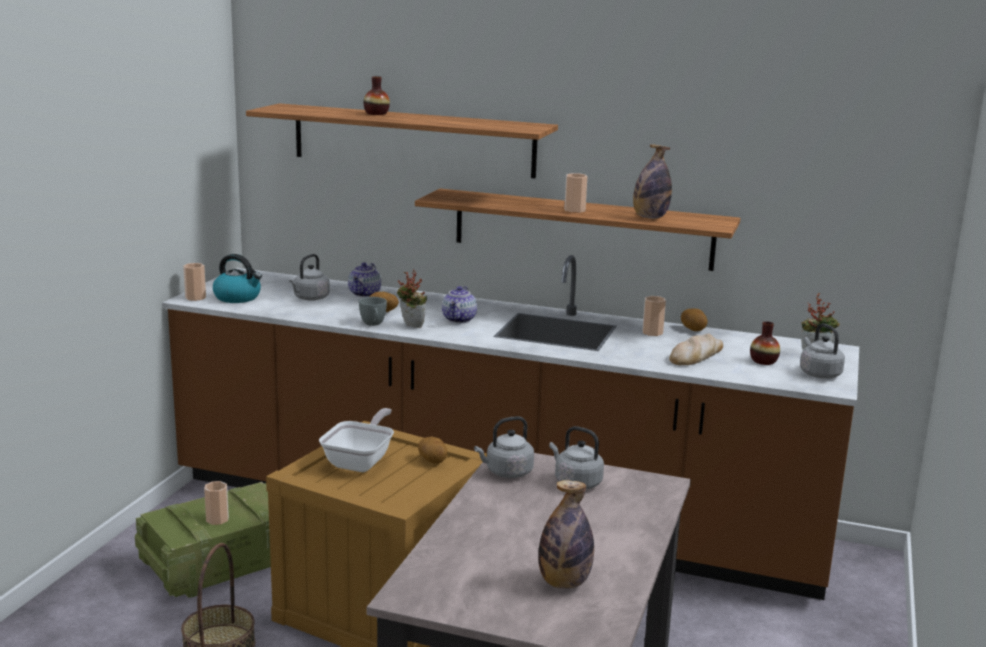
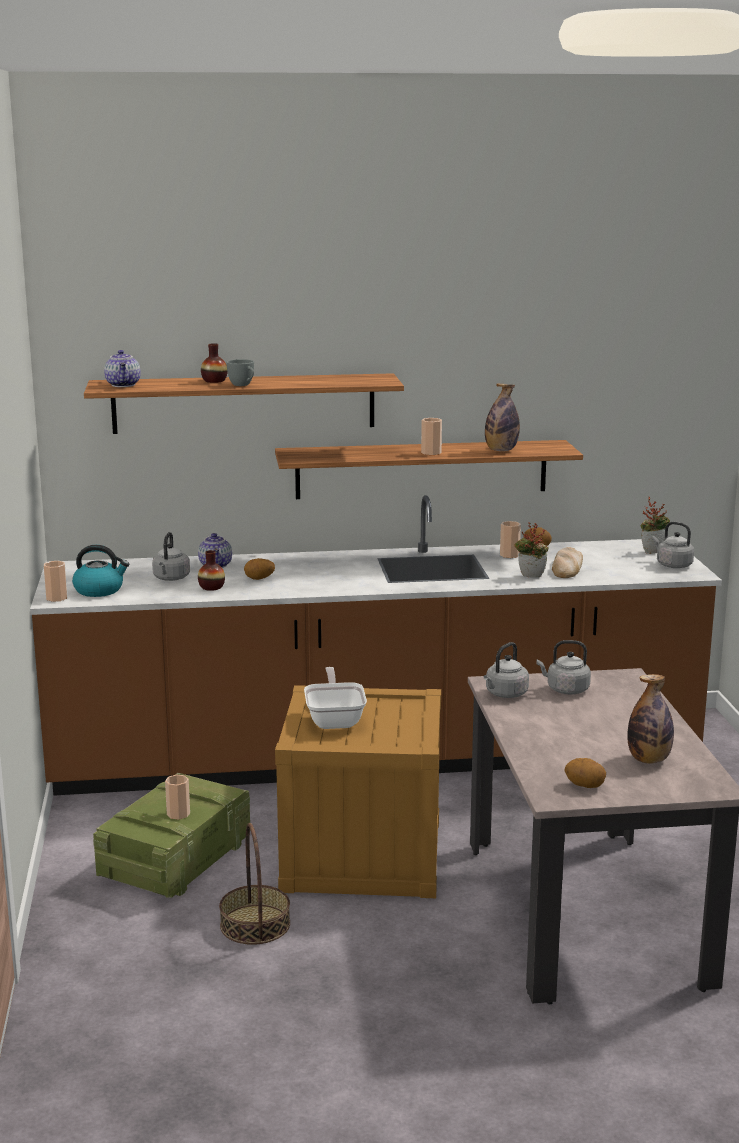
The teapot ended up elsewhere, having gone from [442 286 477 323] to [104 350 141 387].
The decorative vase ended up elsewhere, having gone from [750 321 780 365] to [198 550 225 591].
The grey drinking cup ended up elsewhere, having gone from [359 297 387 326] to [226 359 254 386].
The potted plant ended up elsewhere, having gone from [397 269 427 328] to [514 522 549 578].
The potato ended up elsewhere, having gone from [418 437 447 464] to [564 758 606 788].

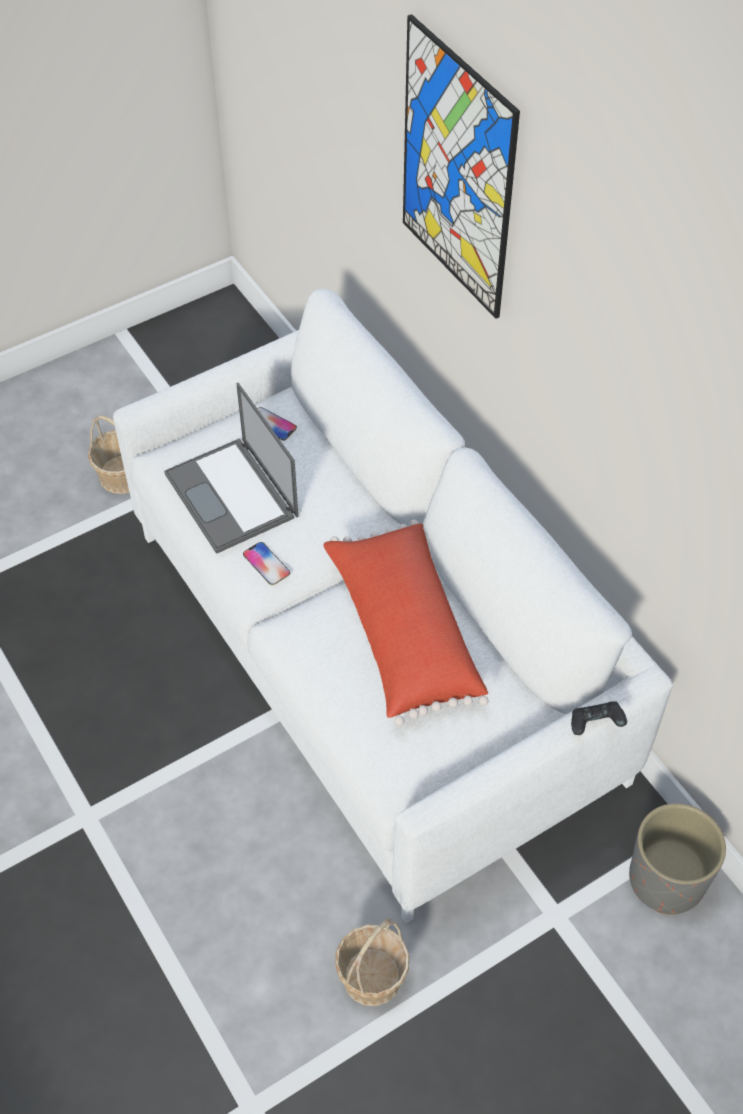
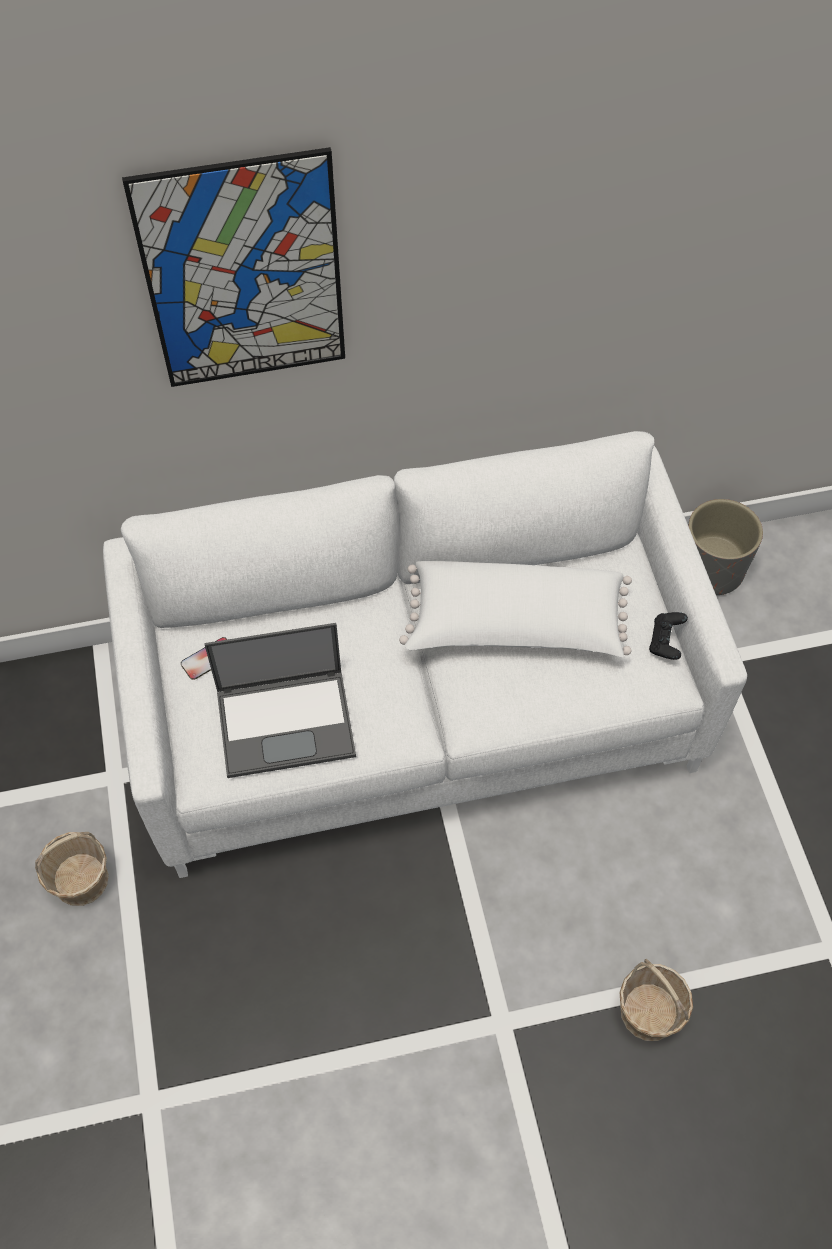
What was the red pillow at [323 519 489 726] turned into the white pillow at [399 561 632 657].
The storage basket ended up elsewhere, having gone from [335 918 409 1006] to [619 959 693 1041].
The black joypad ended up elsewhere, having gone from [571 701 627 735] to [649 612 688 660].
The second view lost the telephone at [243 542 290 585].

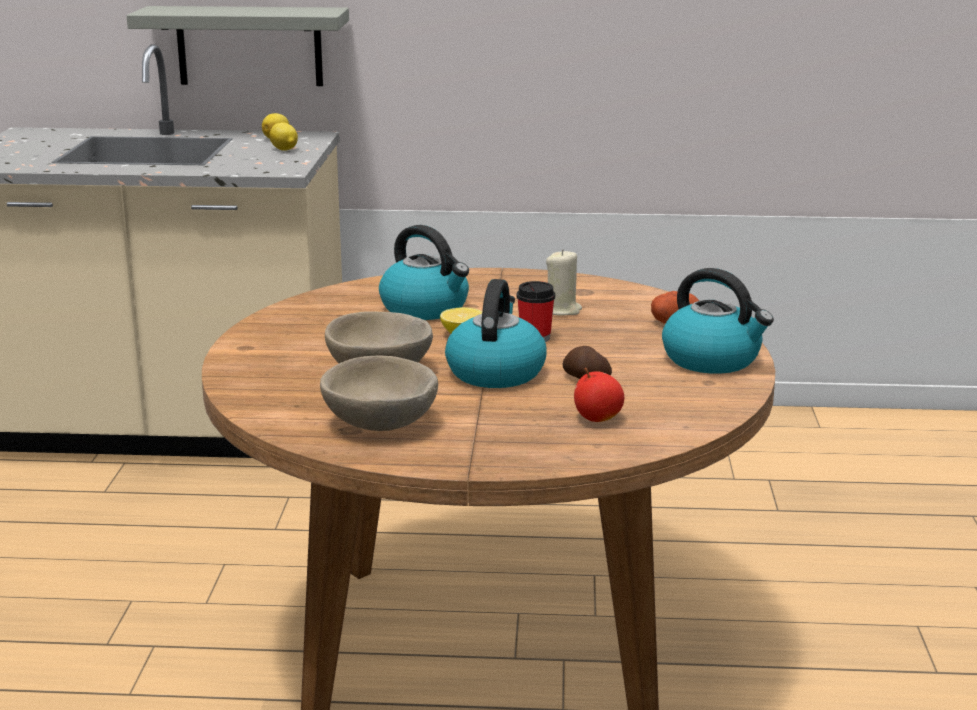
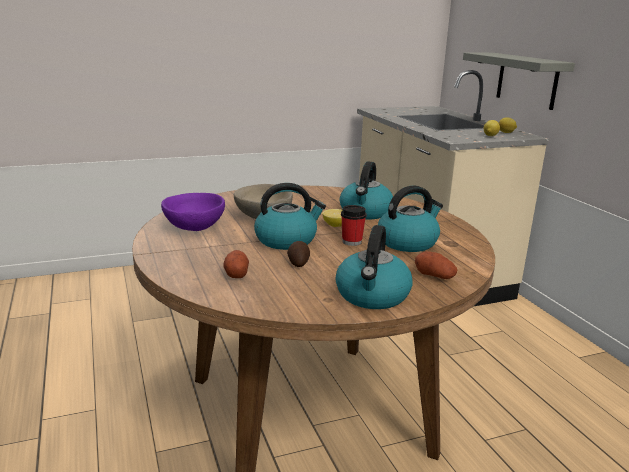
What was the beige deep dish at [320 355 438 431] turned into the purple deep dish at [161 193 225 231].
Where the apple stood at [574 368 624 422], the potato came to stand at [223 250 249 278].
Where the beige wax candle stood at [546 249 582 316], the tea kettle came to stand at [378 185 443 252].

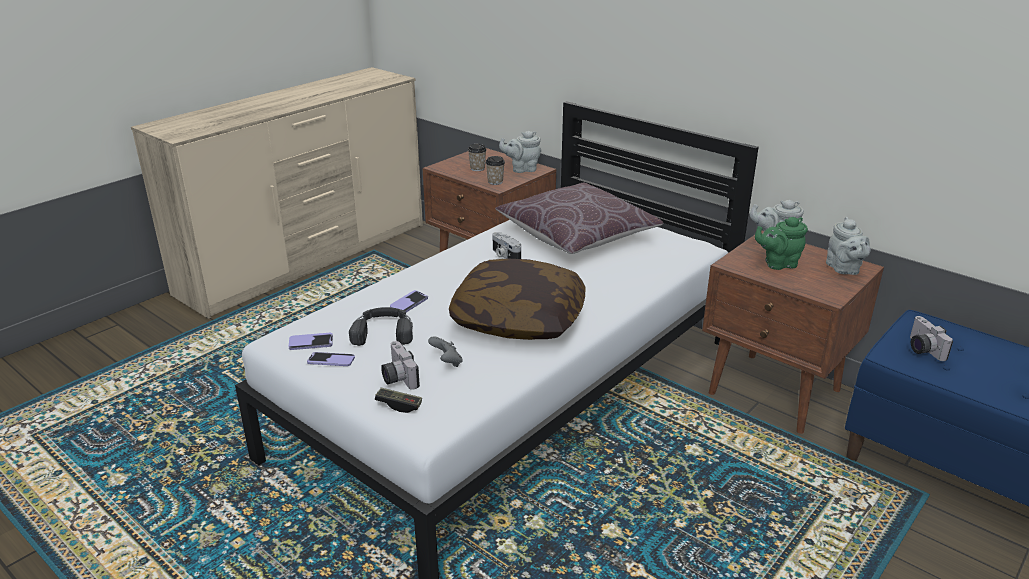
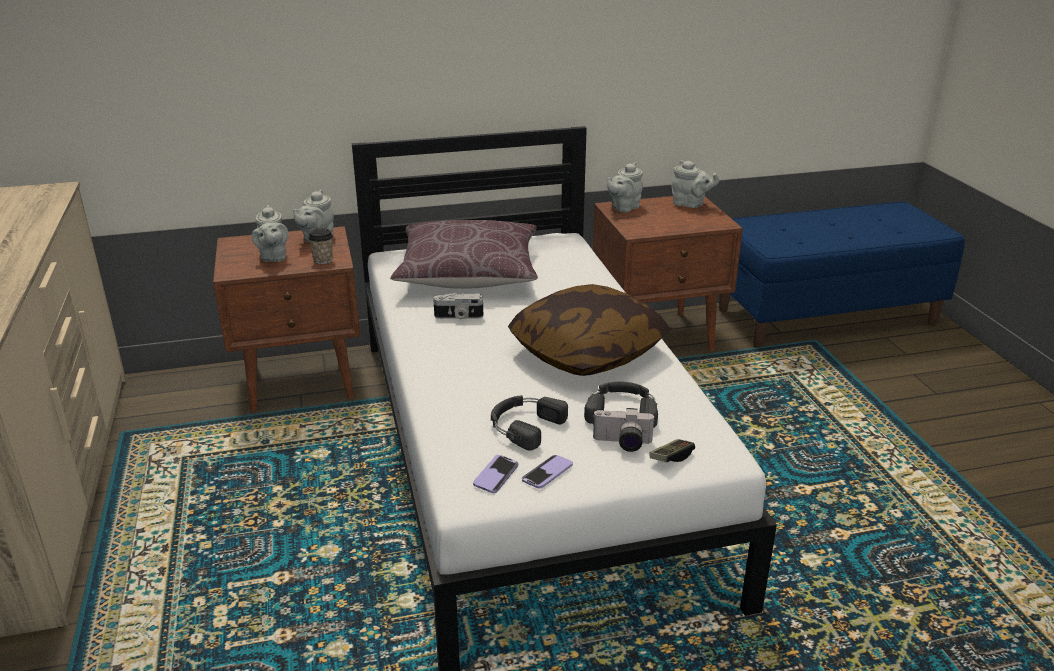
Where the drinking cup stood at [468 144 487 171], the grey teapot came to stand at [251 205 288 262].
Where the grey joypad stood at [428 336 463 367], the black headphones came to stand at [584 381 658 428].
The second view lost the telephone at [390 290 428 312].
The second view lost the greenish teapot at [755 217 808 270].
The second view lost the still camera at [910 316 953 361].

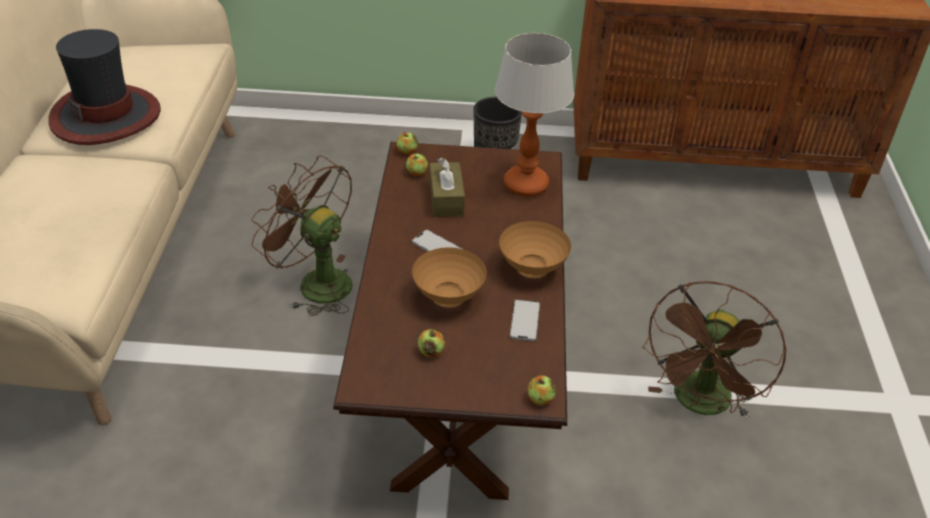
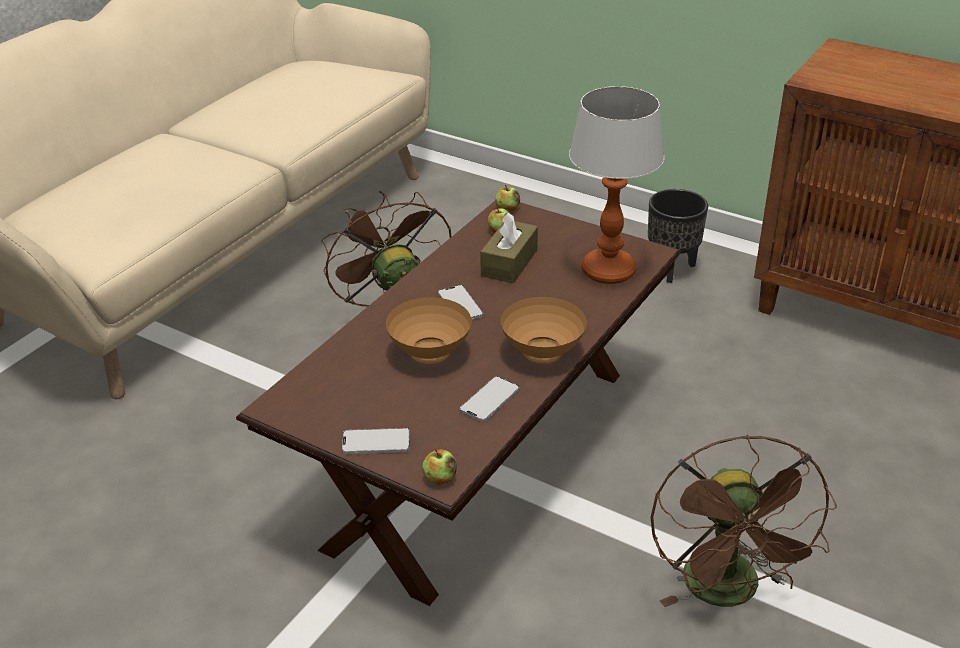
The second view gained the telephone at [342 428 410 454].
The brown-coloured electric fan at [643 281 787 418] ended up facing another way, 60 degrees counterclockwise from before.
The second view lost the clothing hat at [48 29 161 145].
The second view lost the apple at [418 329 445 358].

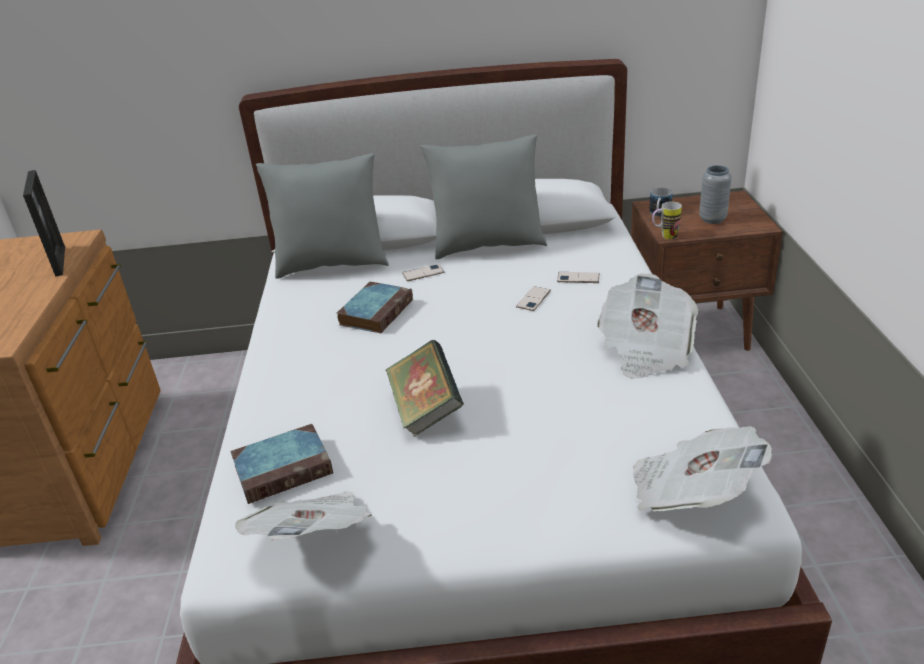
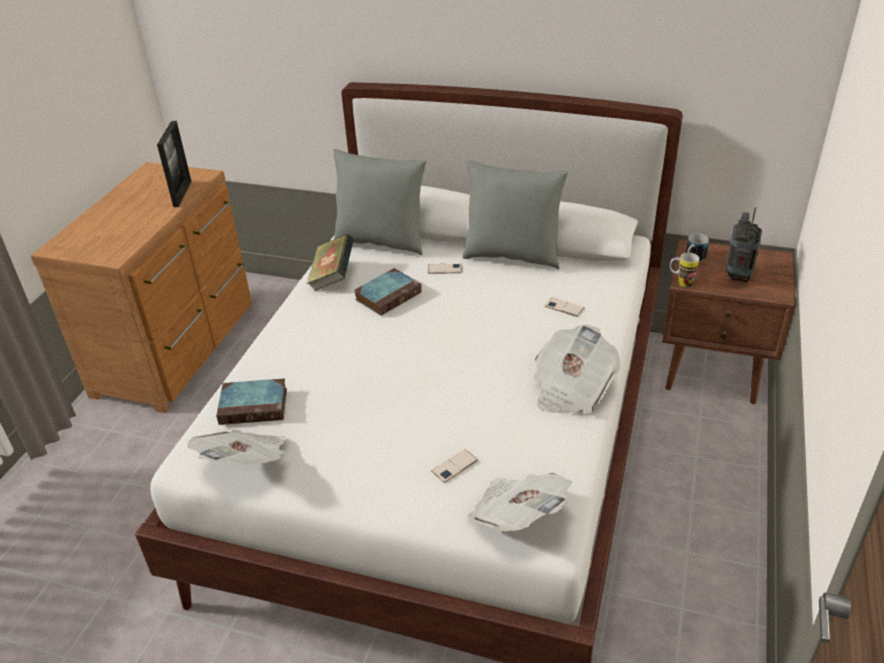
The volume ended up elsewhere, having gone from [386 340 464 437] to [307 234 354 291].
The telephone ended up elsewhere, having gone from [516 286 551 311] to [431 449 478 483].
Where the grey decorative vase stood at [699 165 732 224], the radio receiver came to stand at [726 207 762 282].

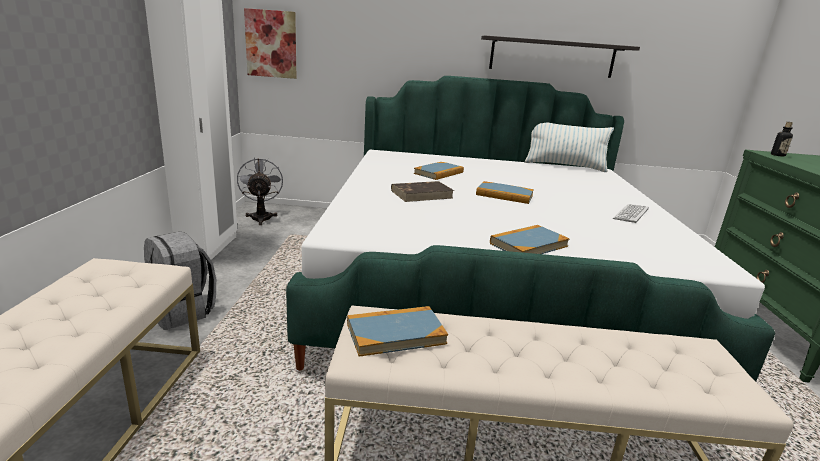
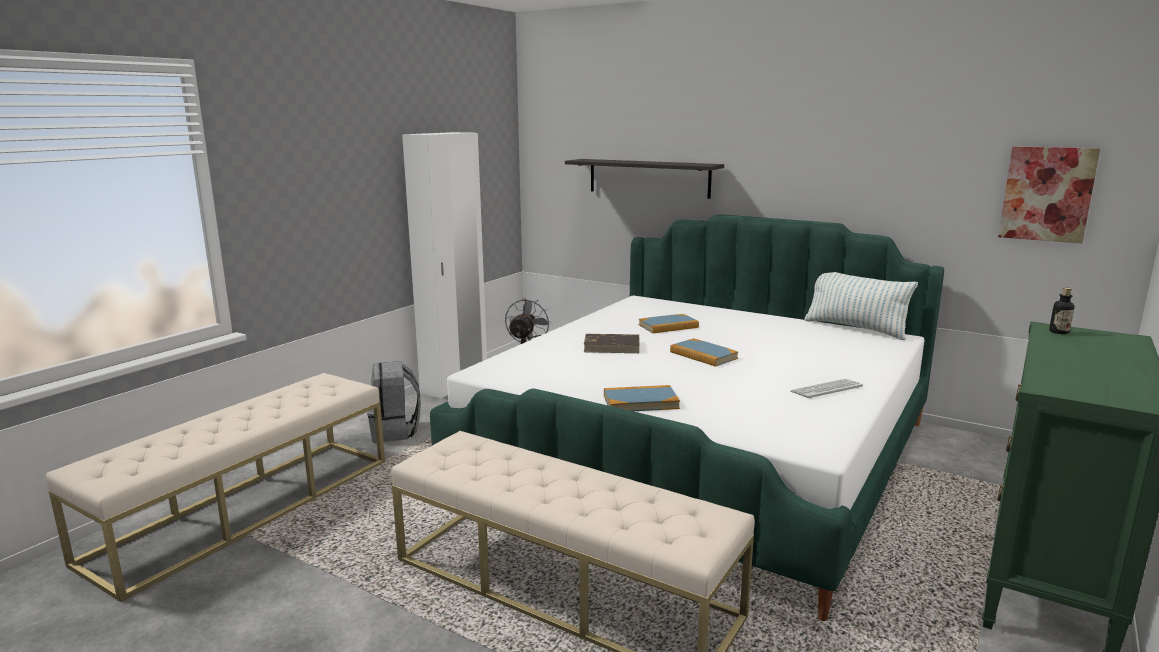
The bracket shelf ended up elsewhere, having gone from [481 35 640 78] to [565 159 724 199].
The wall picture ended up elsewhere, having gone from [244 8 296 79] to [998 146 1100 244].
The second view lost the volume at [347 306 448 357].

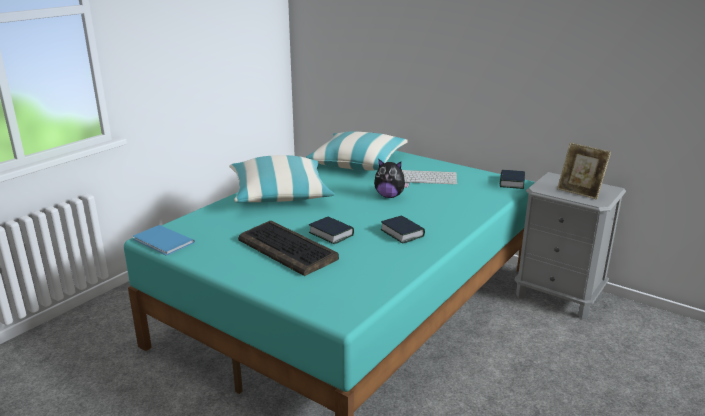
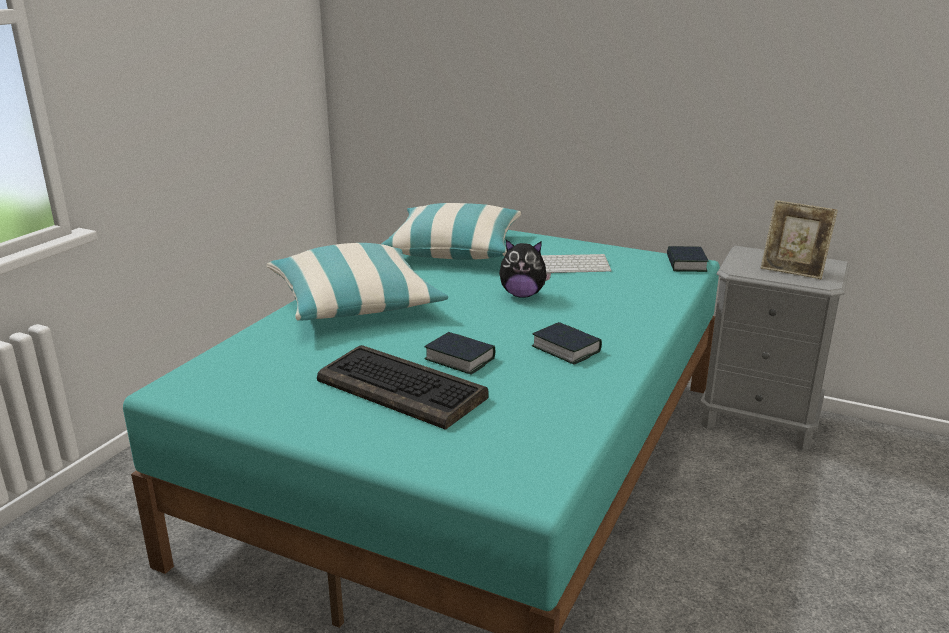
The second view lost the bluish volume at [133 225 195 256].

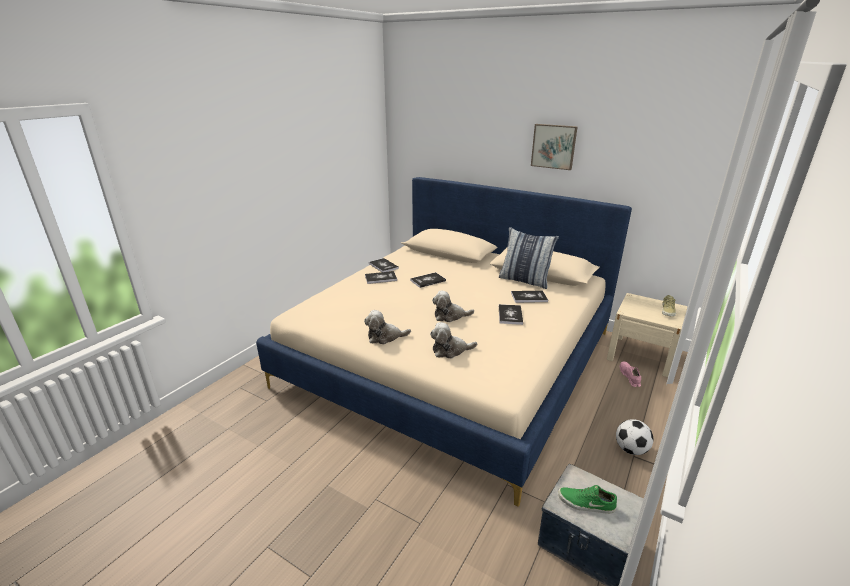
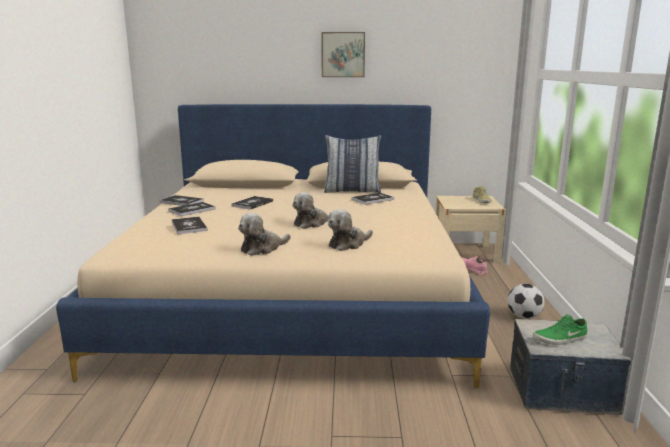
The volume ended up elsewhere, having gone from [499 304 523 325] to [171 216 207 234].

